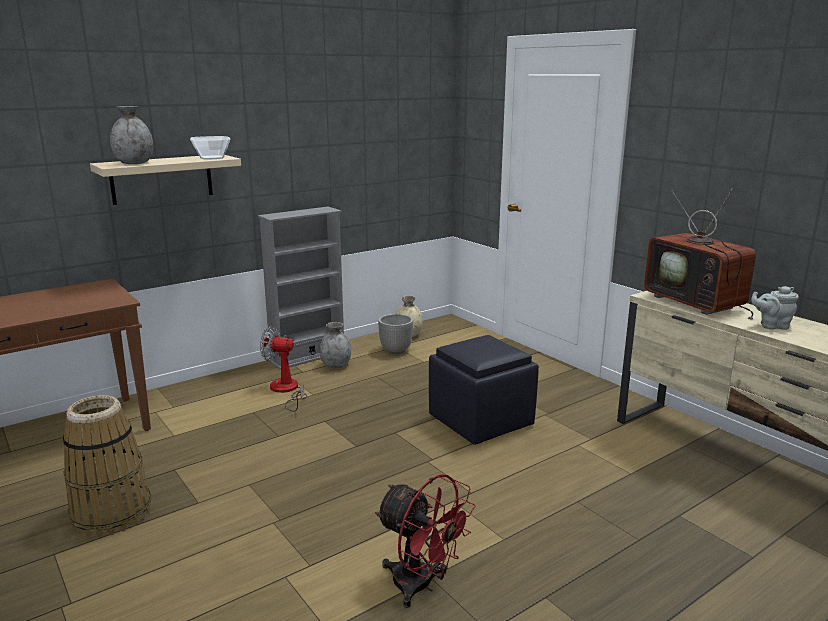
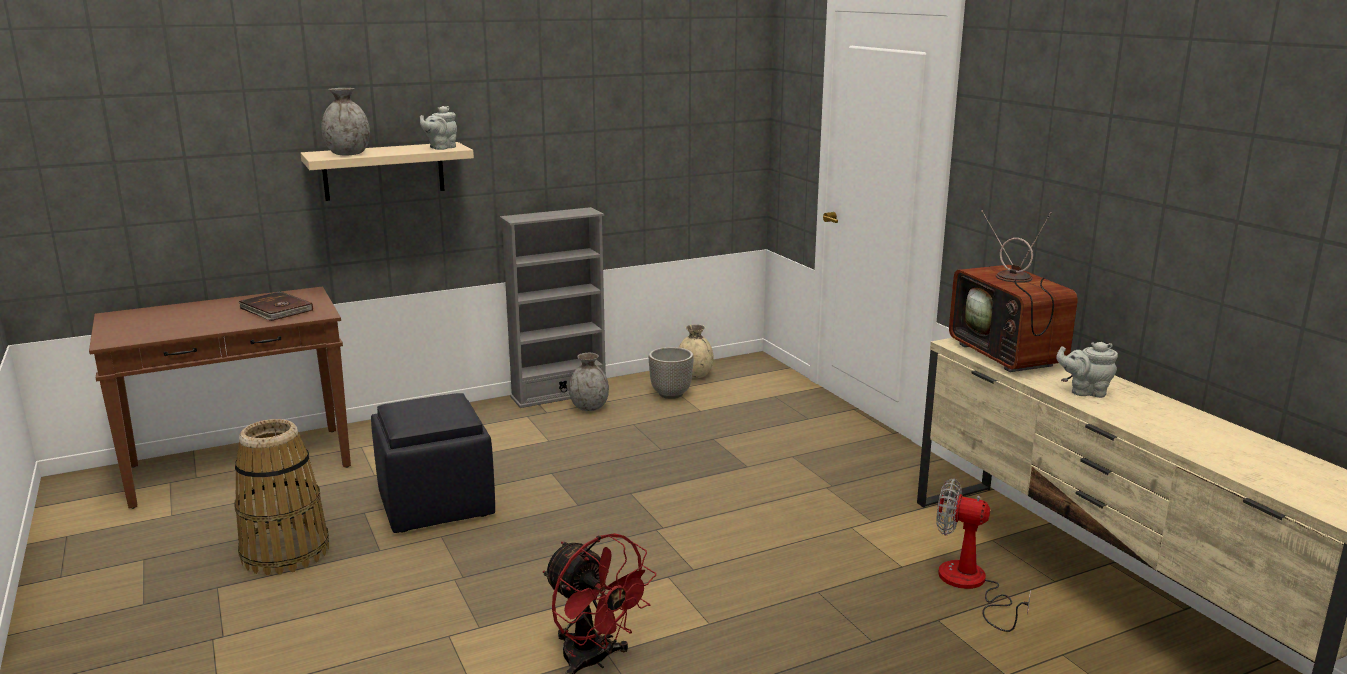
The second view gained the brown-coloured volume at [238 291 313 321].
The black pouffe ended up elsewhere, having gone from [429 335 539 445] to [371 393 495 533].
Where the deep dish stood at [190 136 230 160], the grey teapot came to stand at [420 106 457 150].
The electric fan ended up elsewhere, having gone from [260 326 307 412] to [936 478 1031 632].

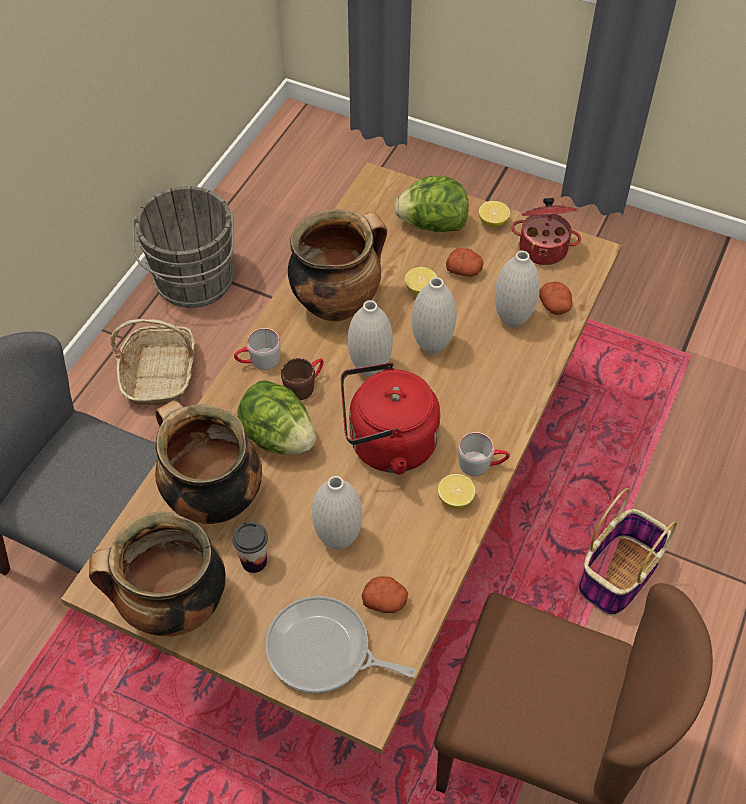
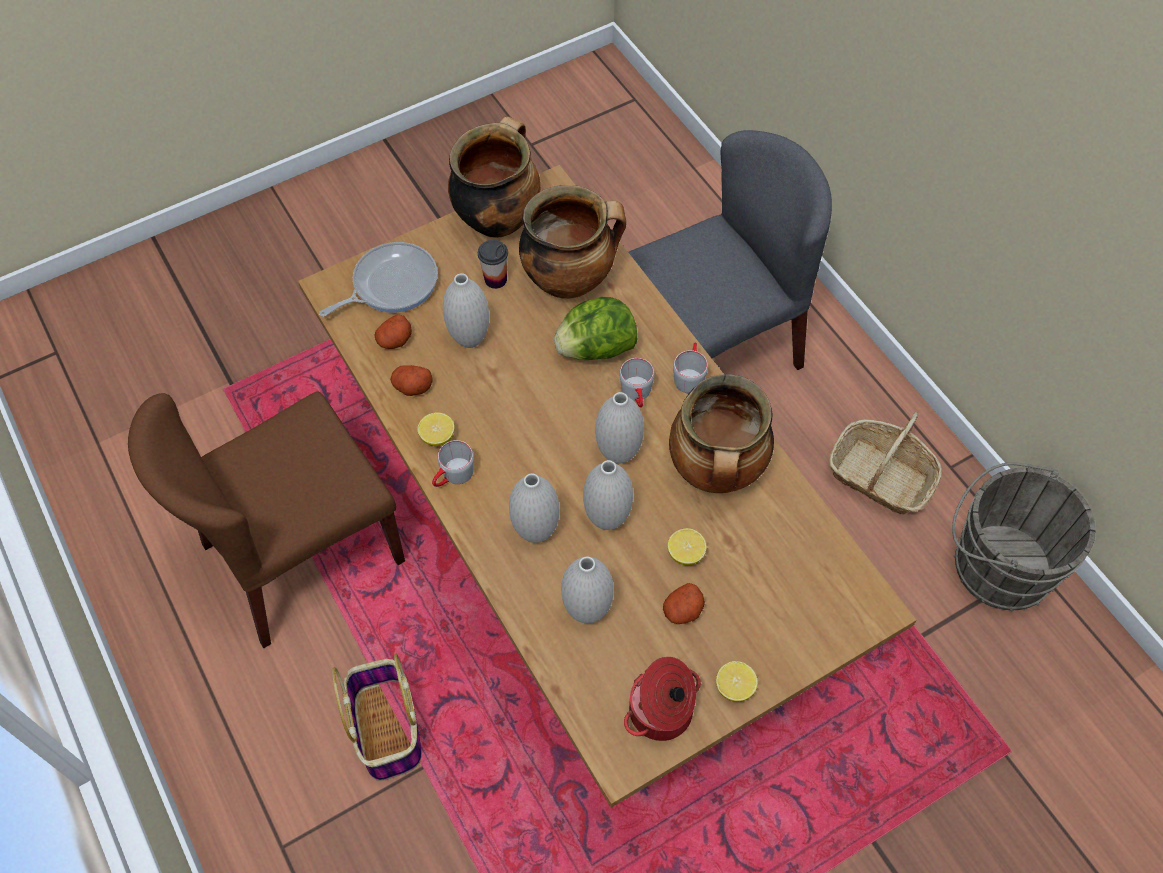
The potato ended up elsewhere, having gone from [539 282 572 315] to [390 365 433 396].
The second view gained the white decorative vase at [509 473 559 543].
What was the brown-coloured tea mug at [281 358 324 400] turned into the grey tea mug at [619 358 654 408].
The second view lost the red tea kettle at [341 362 440 475].
The second view lost the head of lettuce at [395 176 469 232].

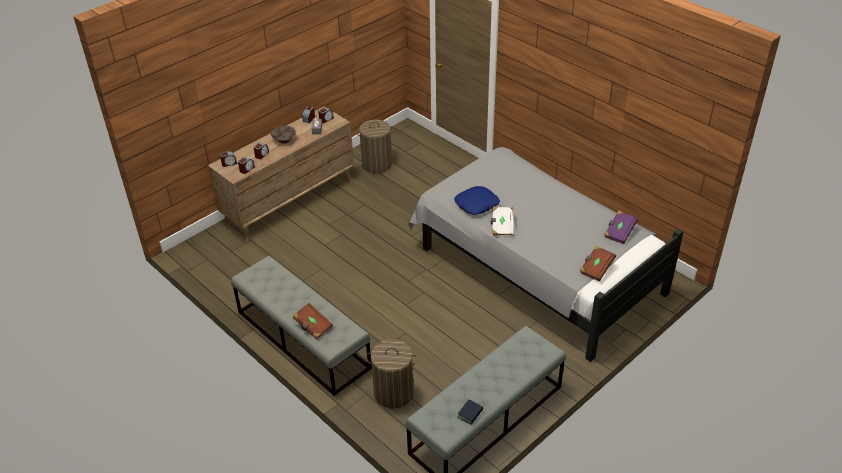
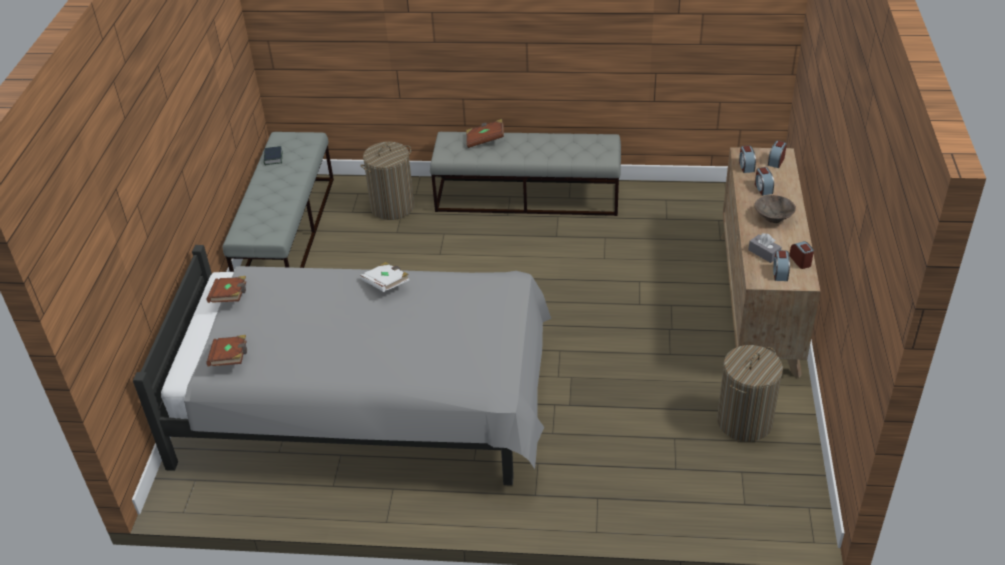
What was the purple volume at [604 210 638 244] turned into the brown-coloured volume at [206 335 247 367].
The second view lost the bluish pillow at [454 186 500 215].

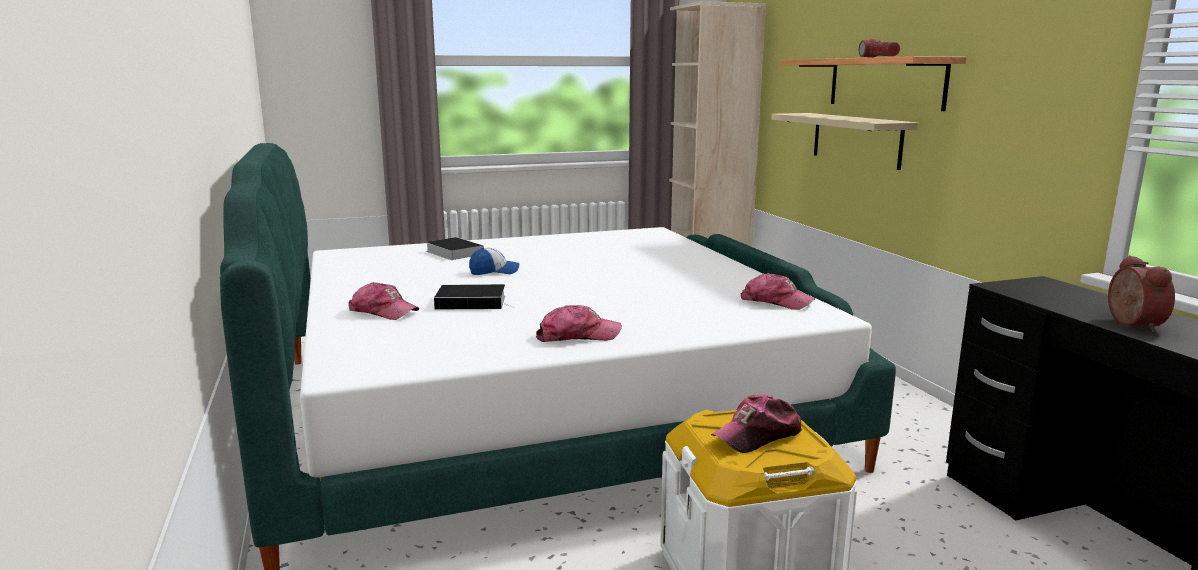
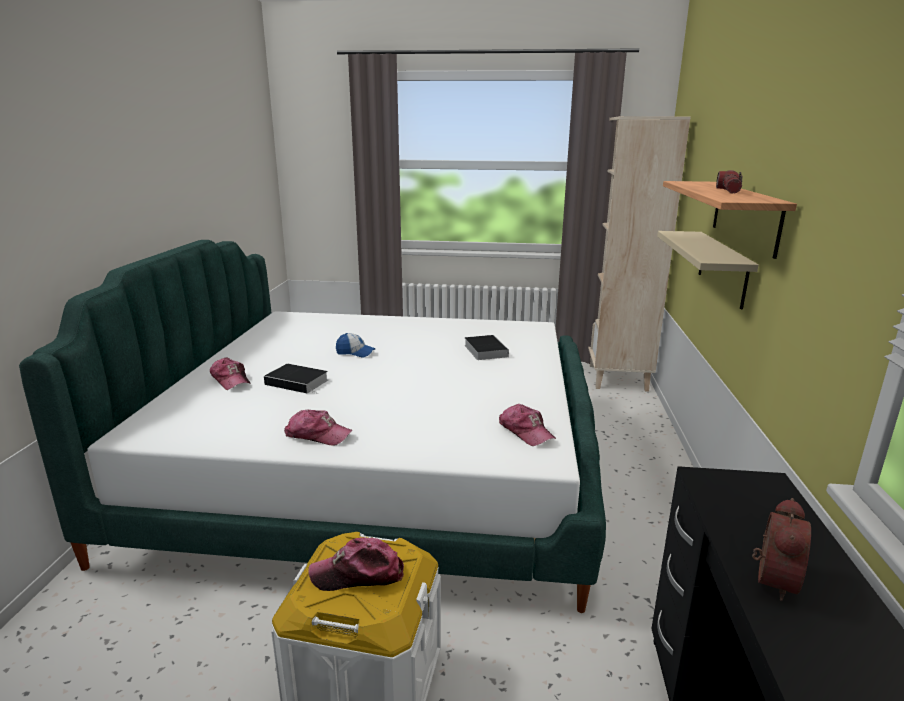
The volume ended up elsewhere, having gone from [426 237 484 260] to [464 335 509 360].

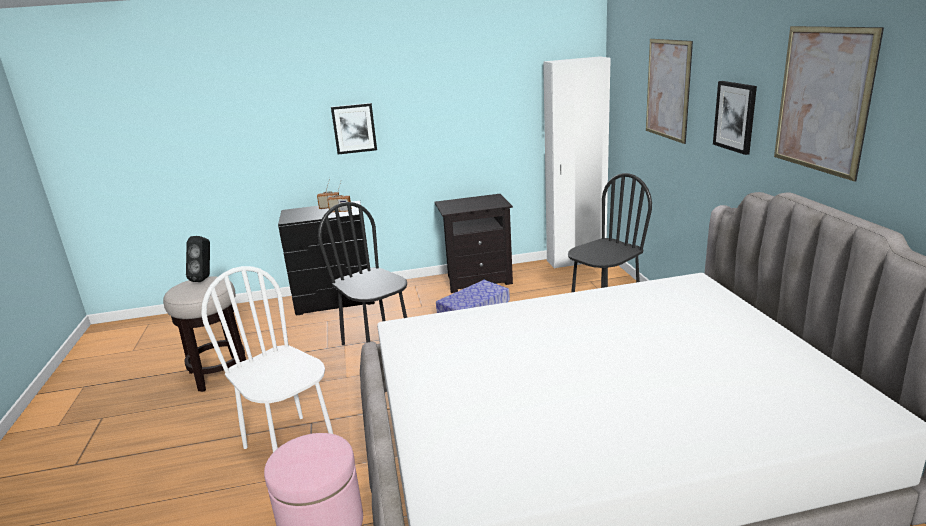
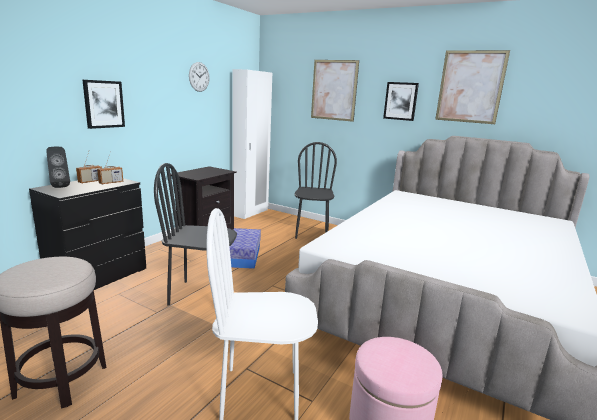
The black speaker ended up elsewhere, having gone from [186 236 210 282] to [46 147 70 188].
The second view gained the hanging clock at [189 62 210 92].

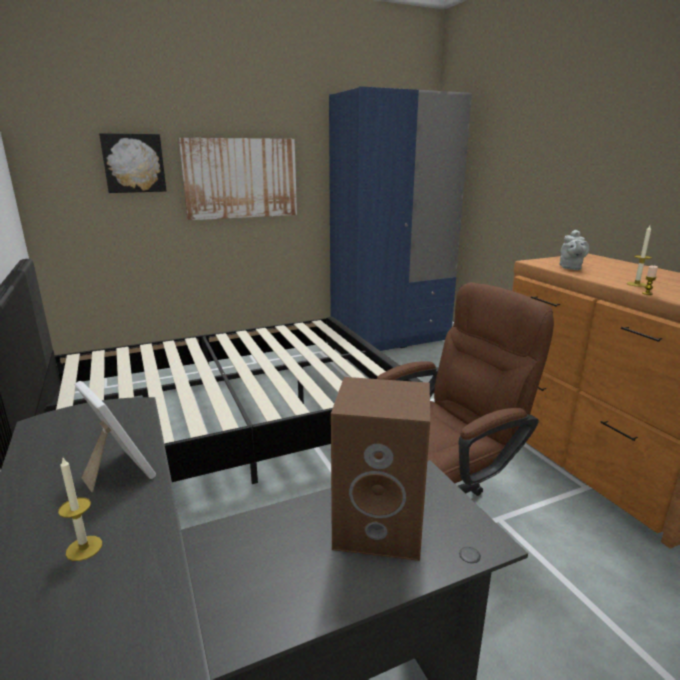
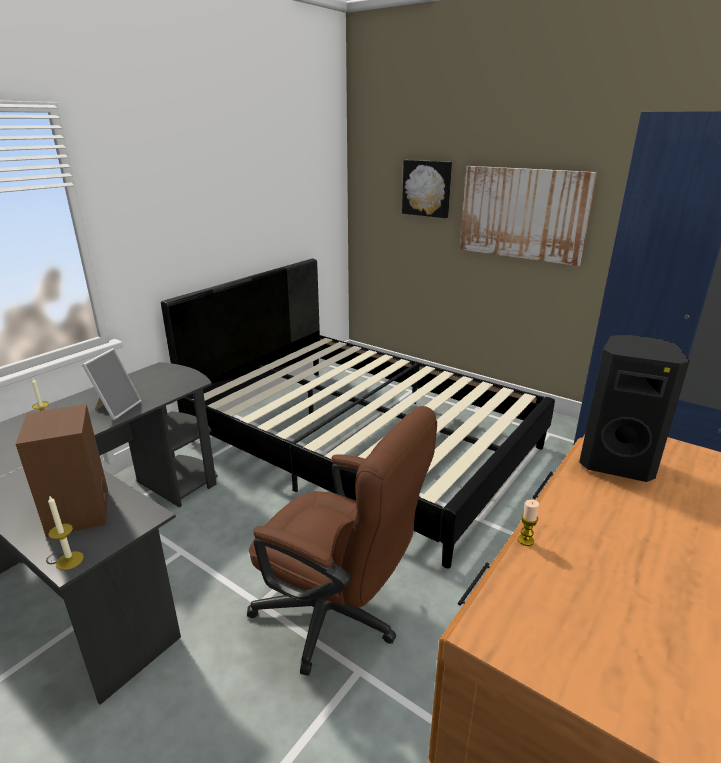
The wax candle ended up elsewhere, having gone from [627 225 652 287] to [48 496 84 570].
Where the grey teapot stood at [559 230 589 270], the black speaker came to stand at [579 335 690 482].

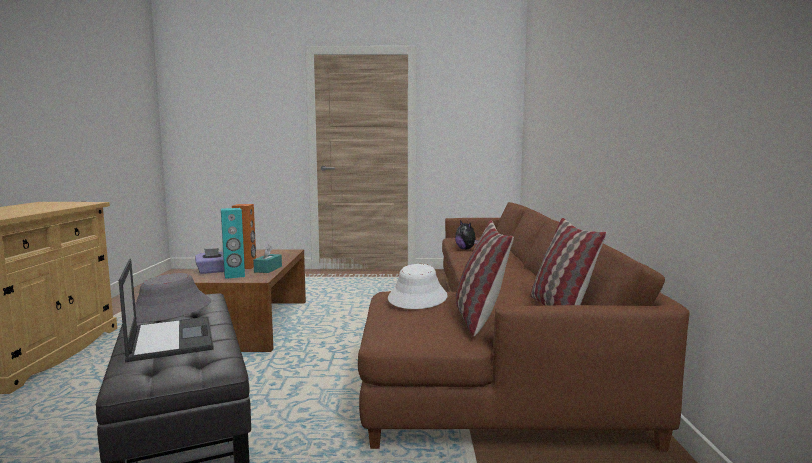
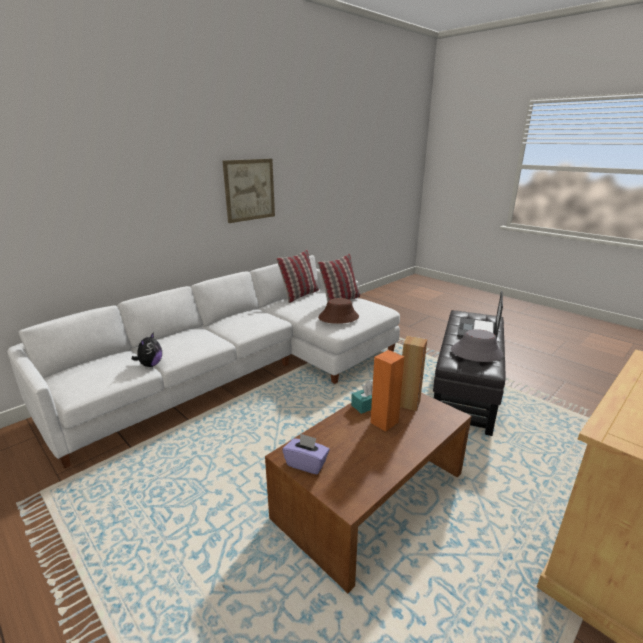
What was the brown-coloured sofa at [358 202 690 451] turned into the white sofa at [7 255 400 468].
The second view gained the wall picture at [223 159 275 223].
The purple tissue holder ended up elsewhere, having gone from [195 248 224 274] to [283 433 330 474].
What was the white clothing hat at [388 264 448 309] turned into the brown-coloured clothing hat at [318 298 359 324].
What was the turquoise-coloured speaker at [221 208 245 279] turned into the brown-coloured speaker at [400 336 427 411].

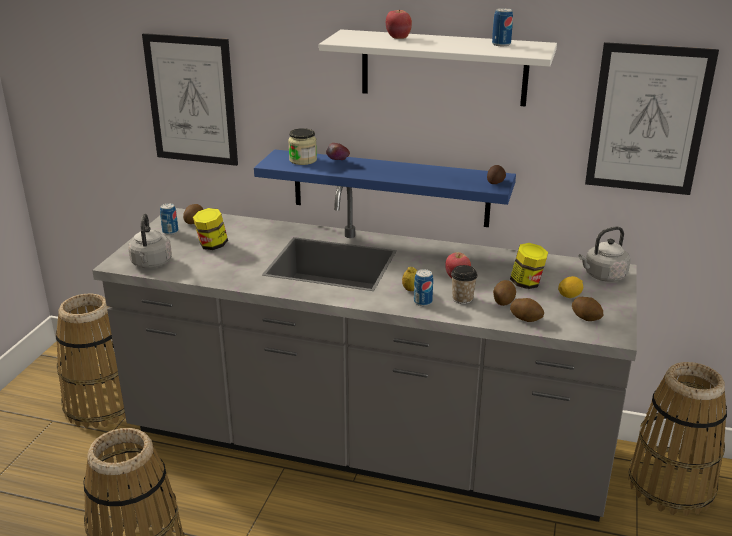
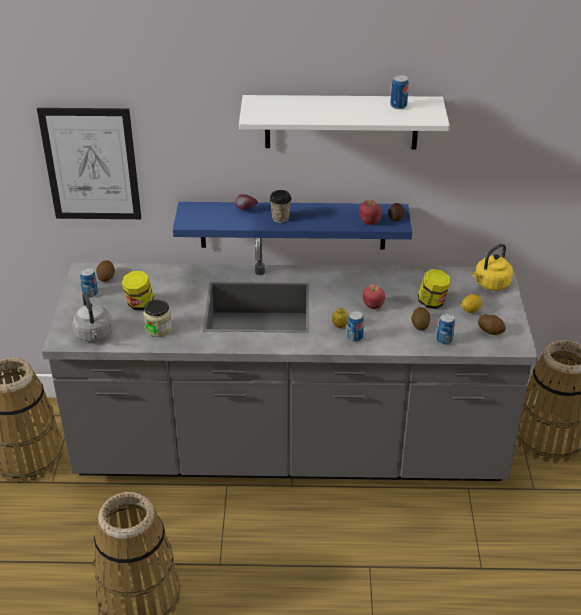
The preserve jar ended up elsewhere, having gone from [288 128 317 165] to [143 300 172 337].
The drinking cup ended up elsewhere, having gone from [451 265 478 304] to [269 190 292 223].
The apple ended up elsewhere, having gone from [386 10 412 39] to [359 200 382 225].
Where the potato stood at [510 298 544 322], the sealed can came to stand at [437 313 455 345].
What was the grey tea kettle at [578 226 631 282] turned into the yellow tea kettle at [472 244 513 291].
The second view lost the wall picture at [585 42 719 195].

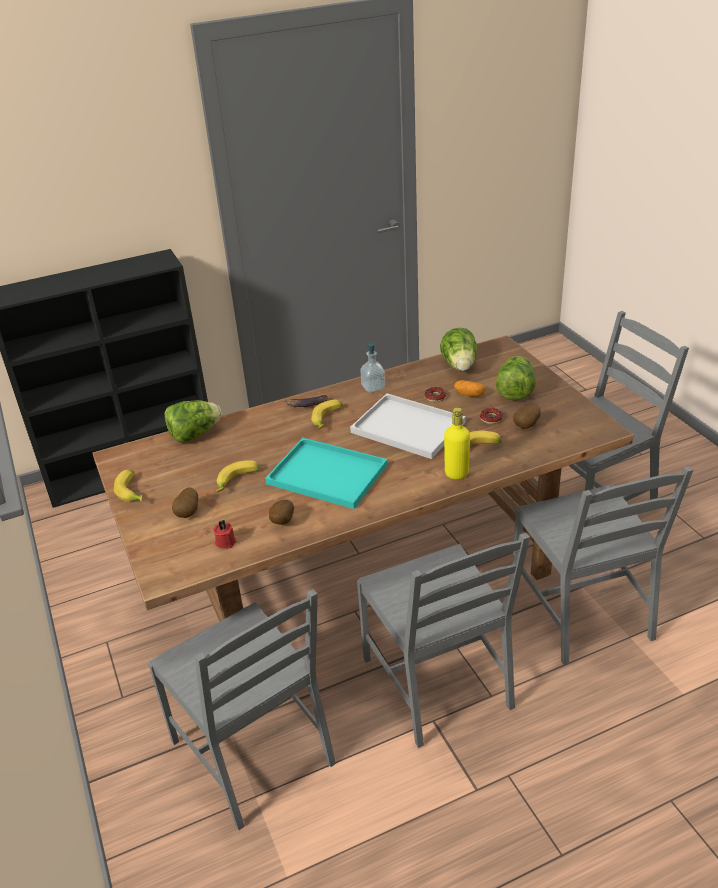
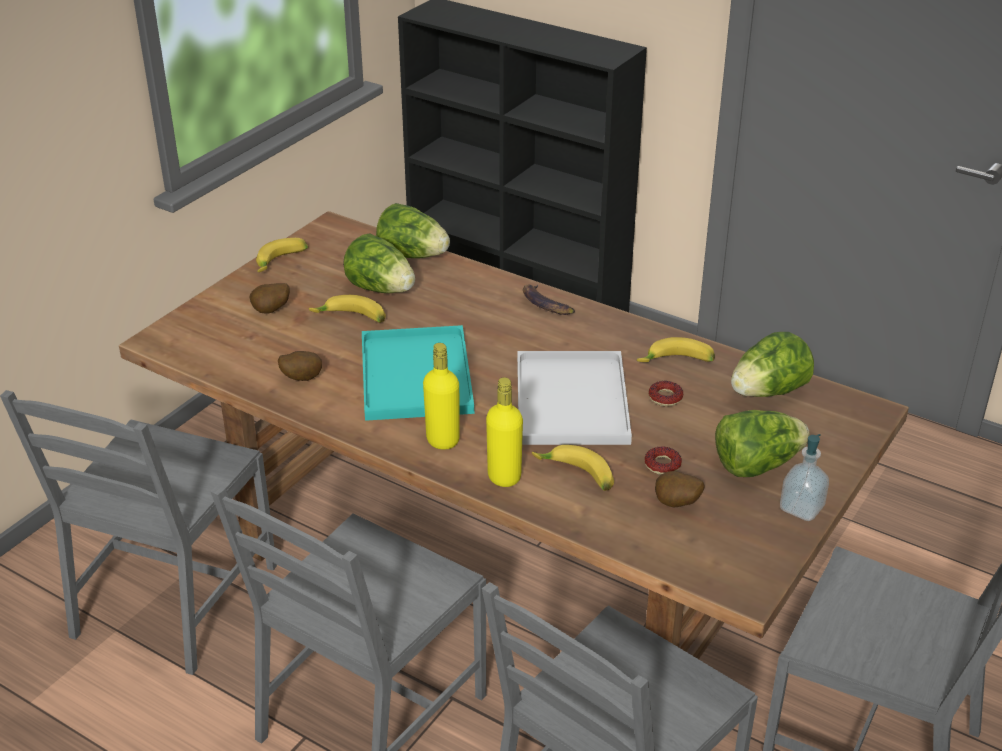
The second view gained the head of lettuce at [343 233 415 293].
The second view gained the yellow bottle at [423 343 460 450].
The whole banana ended up elsewhere, having gone from [311 400 343 430] to [637 337 715 362].
The soap bottle ended up elsewhere, having gone from [360 343 385 393] to [780 434 829 521].
The second view lost the red wax candle at [213 520 236 549].
The second view lost the potato at [454 380 486 397].

